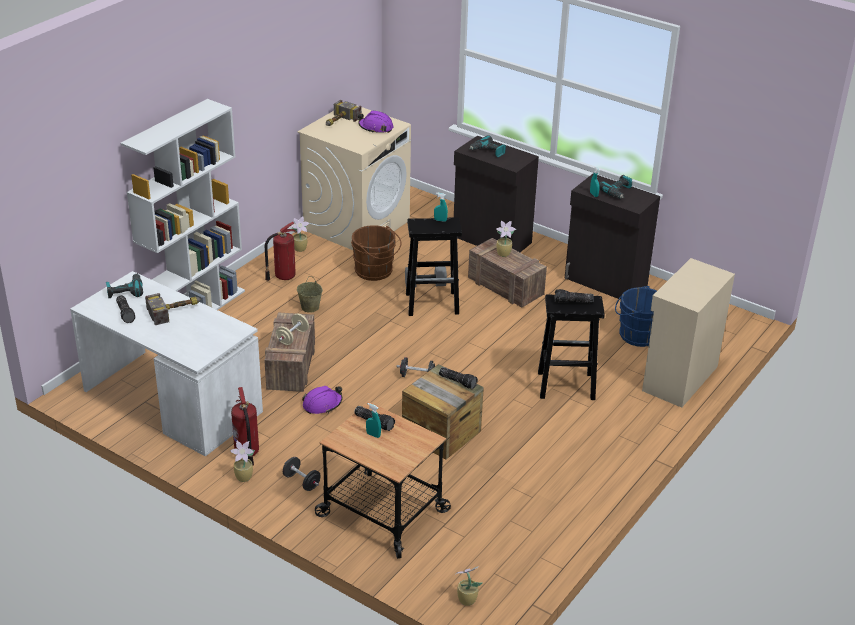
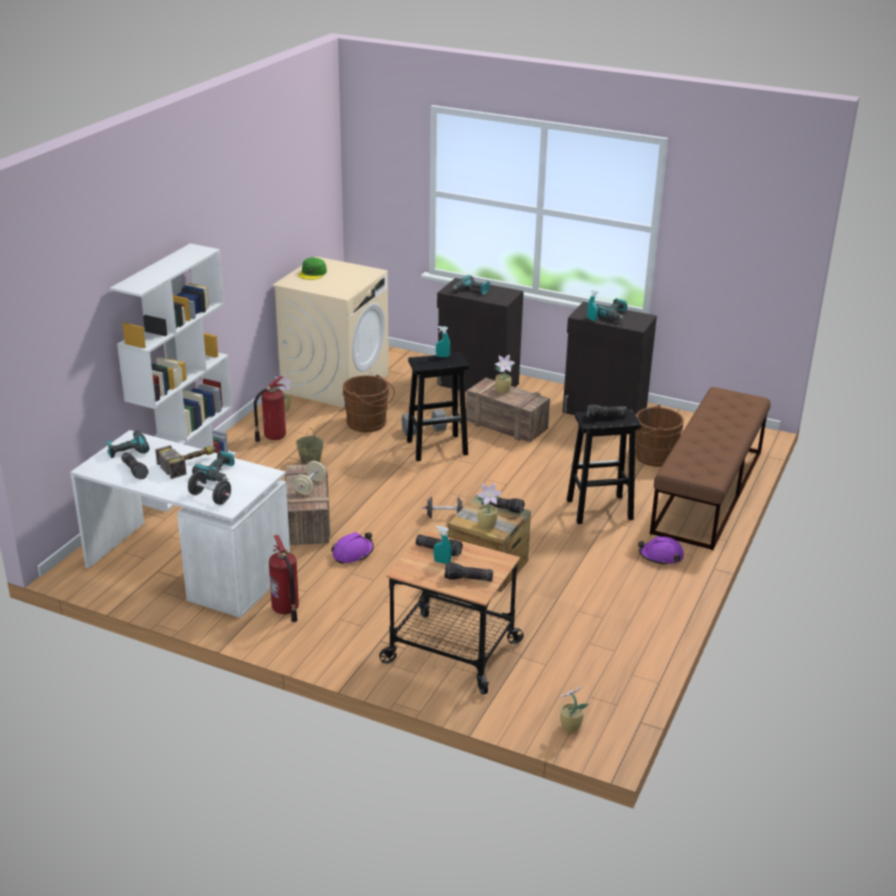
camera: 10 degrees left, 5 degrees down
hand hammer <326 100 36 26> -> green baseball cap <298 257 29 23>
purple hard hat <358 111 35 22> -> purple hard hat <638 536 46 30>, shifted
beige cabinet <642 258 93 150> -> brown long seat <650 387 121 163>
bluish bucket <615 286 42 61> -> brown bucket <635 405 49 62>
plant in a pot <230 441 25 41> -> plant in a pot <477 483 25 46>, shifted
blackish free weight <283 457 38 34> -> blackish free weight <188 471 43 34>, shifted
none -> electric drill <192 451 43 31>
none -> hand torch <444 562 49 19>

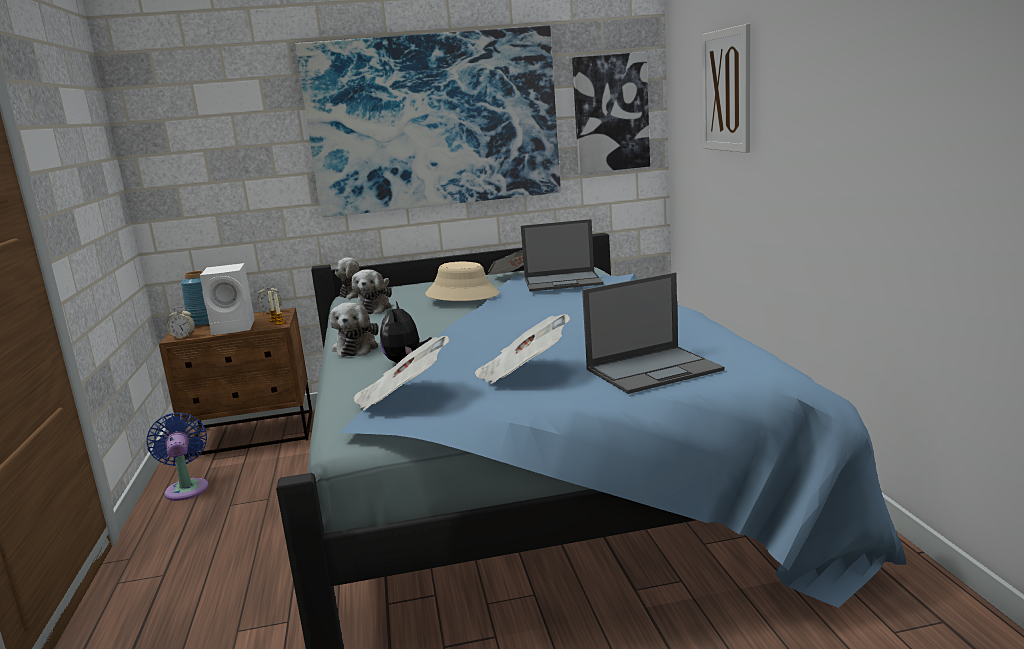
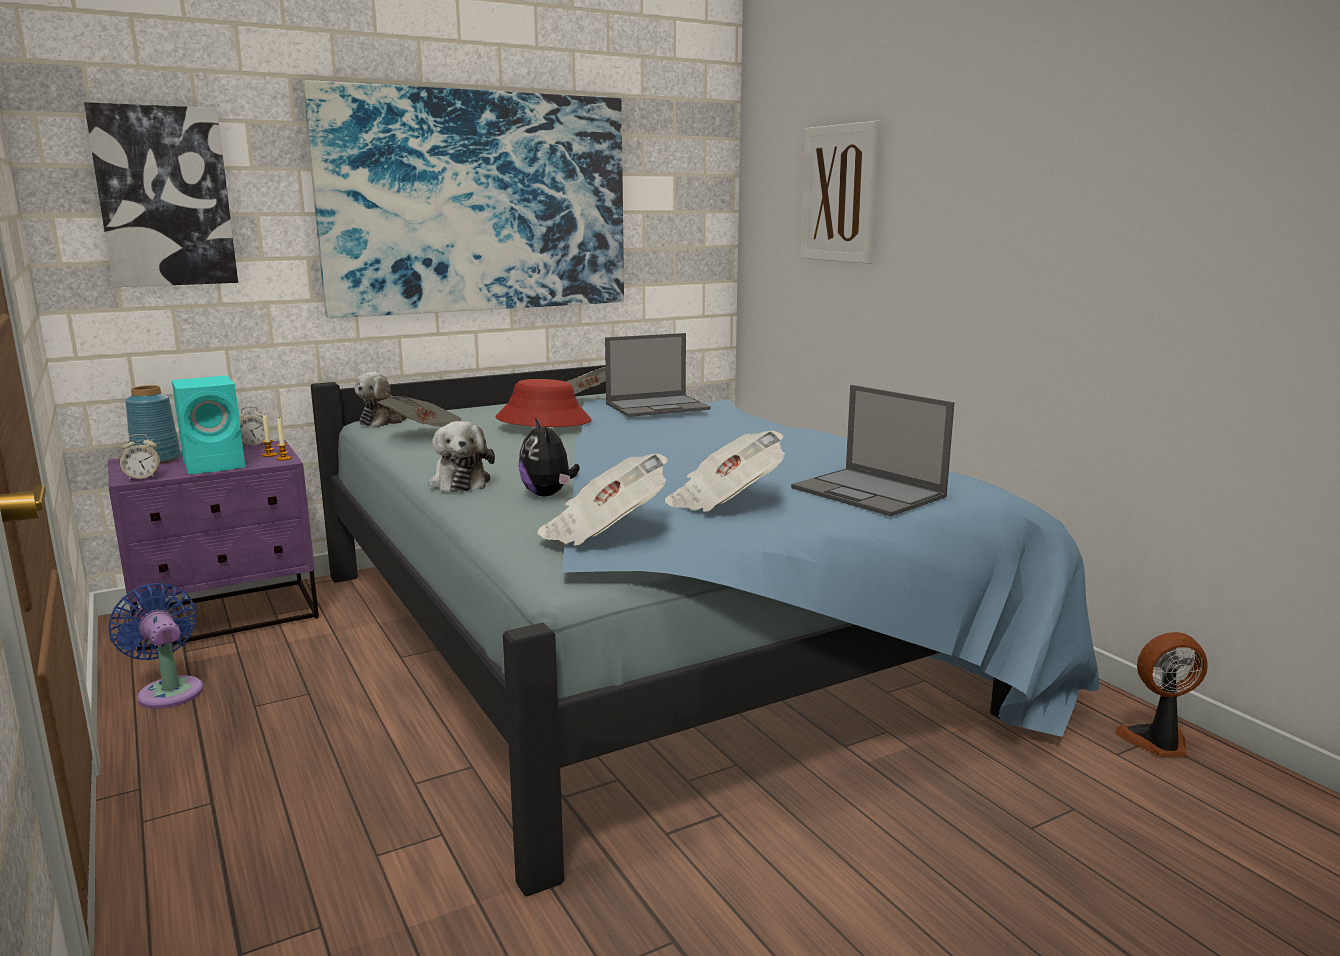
camera: 20 degrees left, 0 degrees up
wall art <572 52 78 122> -> wall art <84 102 154 185>, shifted
beige clothing hat <425 262 75 39> -> red-coloured clothing hat <496 379 95 48>
whitish loudspeaker <200 263 55 72> -> turquoise-coloured loudspeaker <172 376 73 98>
cuddly toy <351 269 41 45> -> printed paper <378 396 84 31>
portable computer <582 272 143 122> -> portable computer <791 385 164 131>, 90 degrees clockwise
brown nightstand <159 308 154 151> -> purple nightstand <108 440 211 213>
none -> cooling fan <1115 632 93 125>

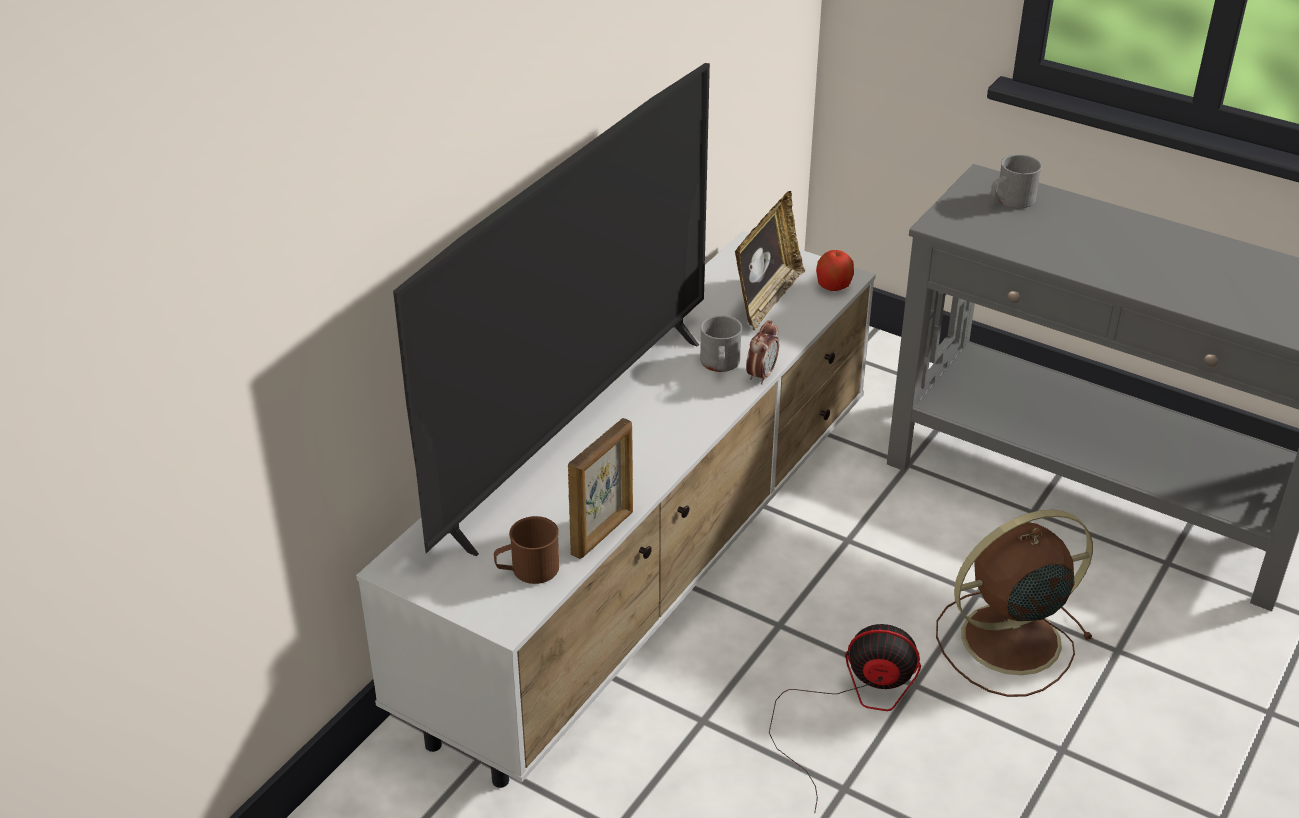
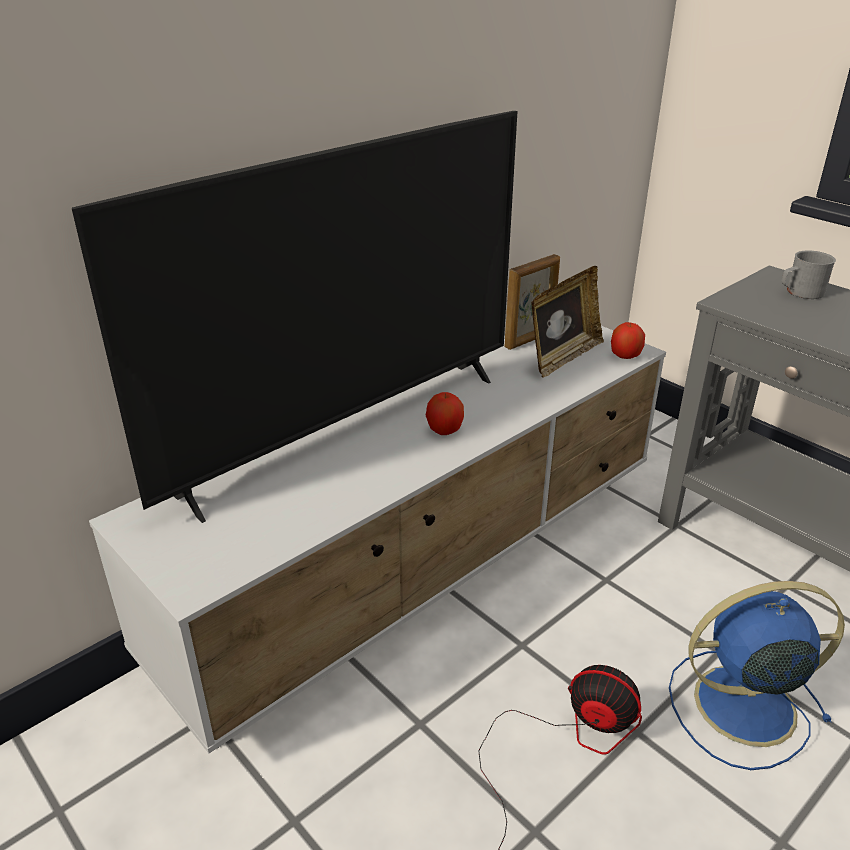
camera: 15 degrees right, 5 degrees down
grey tea mug <700 315 42 57> -> none
bedside clock <746 320 33 65> -> none
standing frame <568 418 65 141> -> standing frame <504 254 56 96>, shifted
brown cooling fan <936 510 157 187> -> bluish cooling fan <669 581 176 189>
brown tea mug <494 516 65 68> -> none
none -> apple <426 392 38 43>

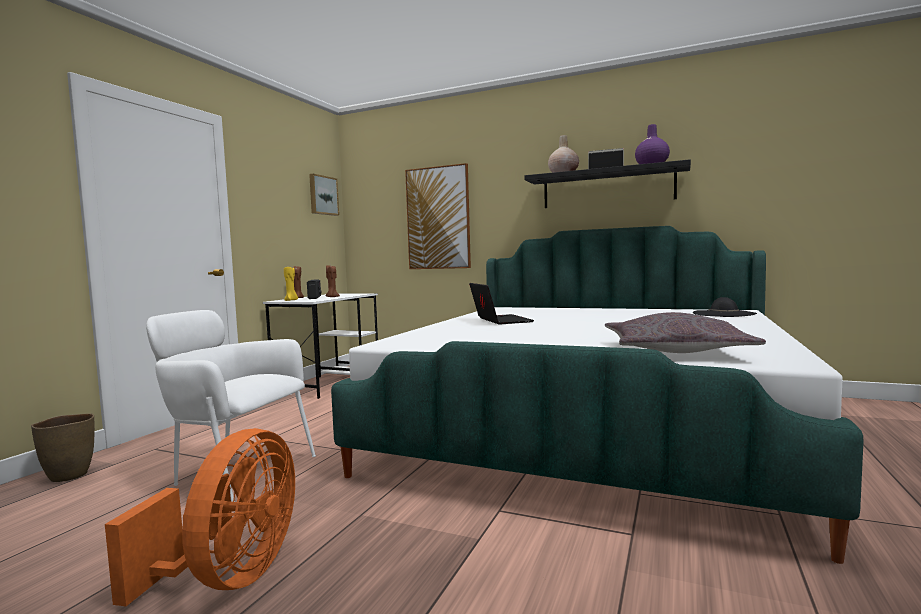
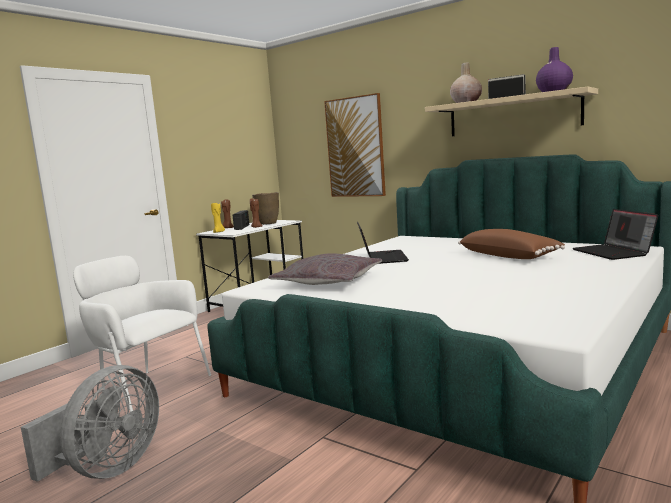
camera: 15 degrees right, 5 degrees up
blackish shelf <524 159 167 49> -> beige shelf <425 87 173 49>
wall art <309 174 30 42> -> none
blackish clothing hat <693 297 64 20> -> portable computer <573 209 85 51>
grey throw pillow <605 312 161 41> -> grey throw pillow <268 253 114 32>, shifted
brown flower vase <31 413 64 69> -> brown flower vase <252 192 27 33>, shifted
orangey cooling fan <105 428 190 178> -> grey cooling fan <21 365 138 117>
none -> brown throw pillow <458 229 107 30>

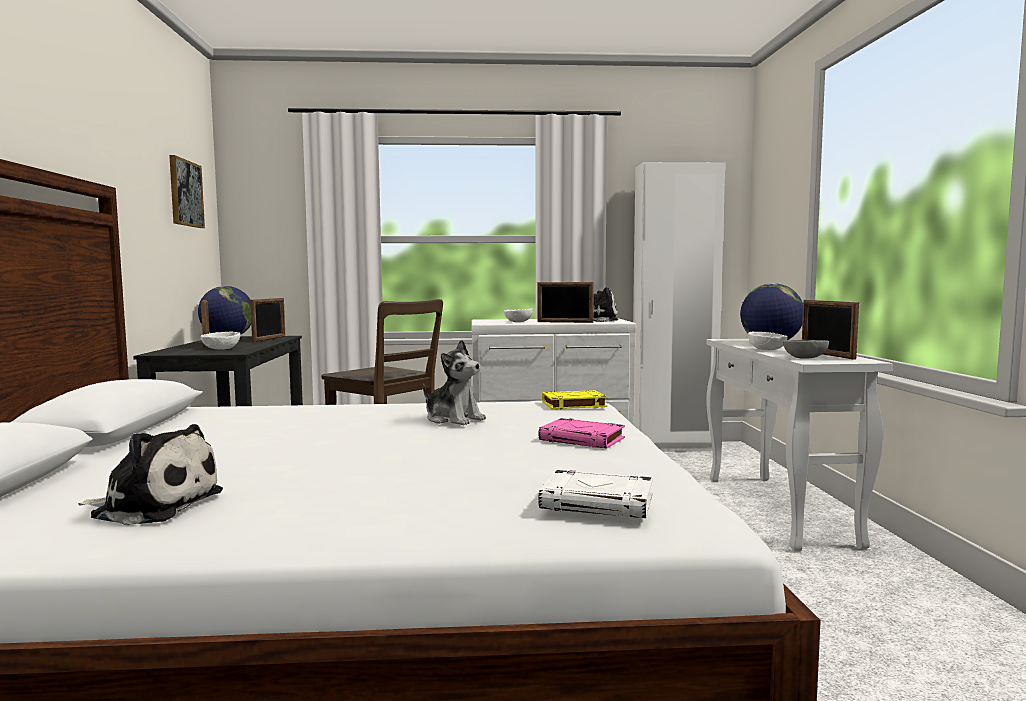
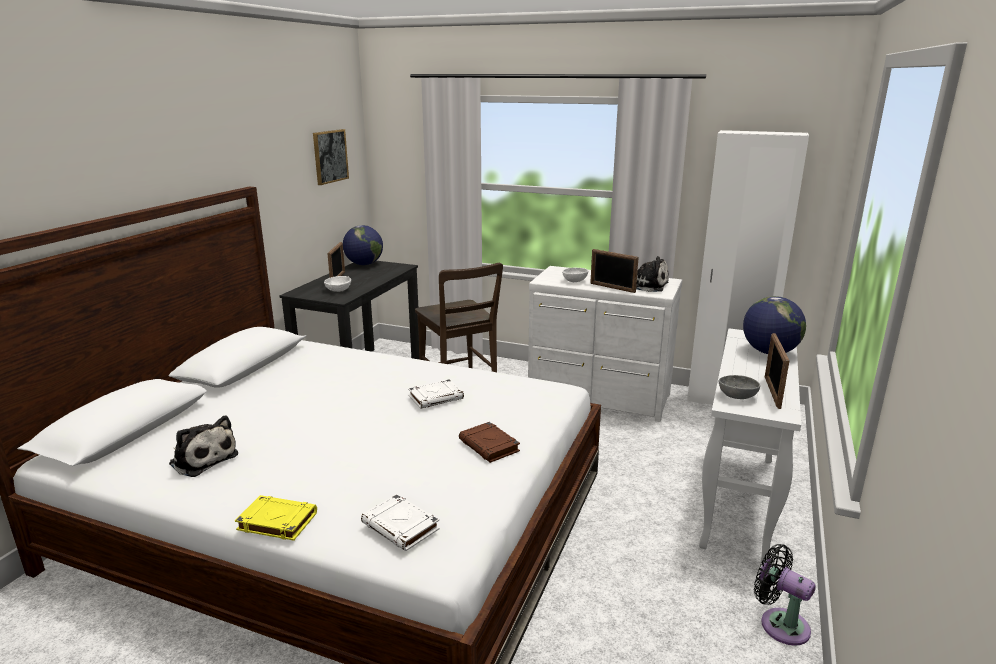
camera: 25 degrees right, 15 degrees up
standing frame <250 298 35 44> -> none
whitish serving bowl <748 332 40 18> -> none
cuddly toy <423 340 63 85> -> whitish volume <408 379 56 30>
yellow volume <542 390 65 19> -> yellow volume <235 495 82 46>, shifted
pink volume <538 418 87 30> -> brown volume <459 422 61 41>
none -> blackish cooling fan <754 544 62 102>

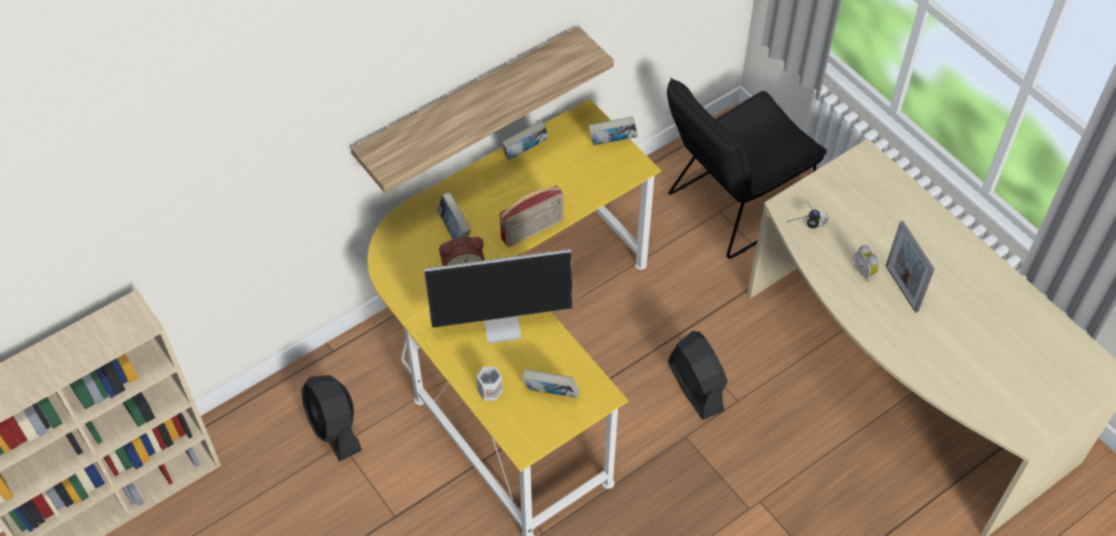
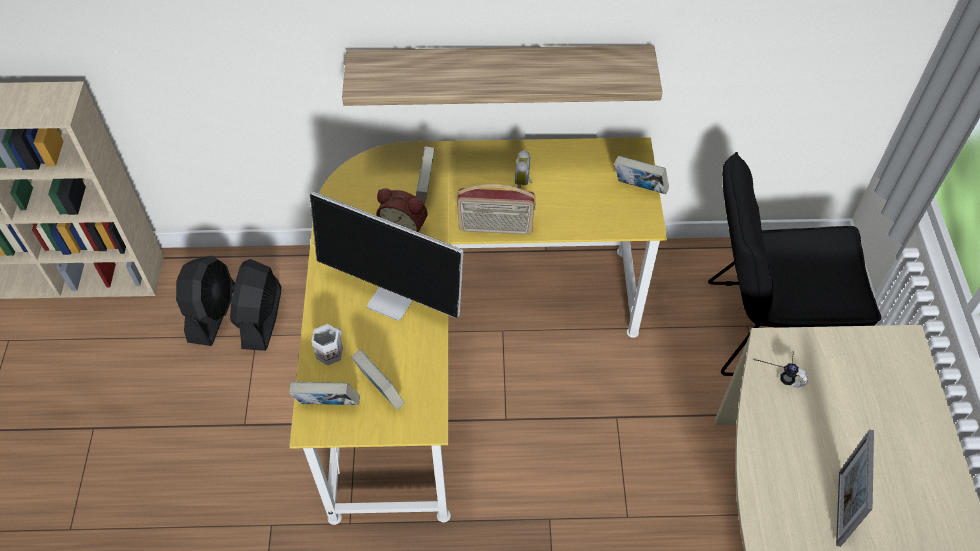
camera: 35 degrees right, 0 degrees up
volume <501 120 47 40> -> volume <289 382 71 23>, shifted
bedside clock <854 245 25 37> -> bedside clock <515 150 17 39>, shifted
blackish cooling fan <668 331 60 89> -> blackish cooling fan <176 255 59 91>, shifted

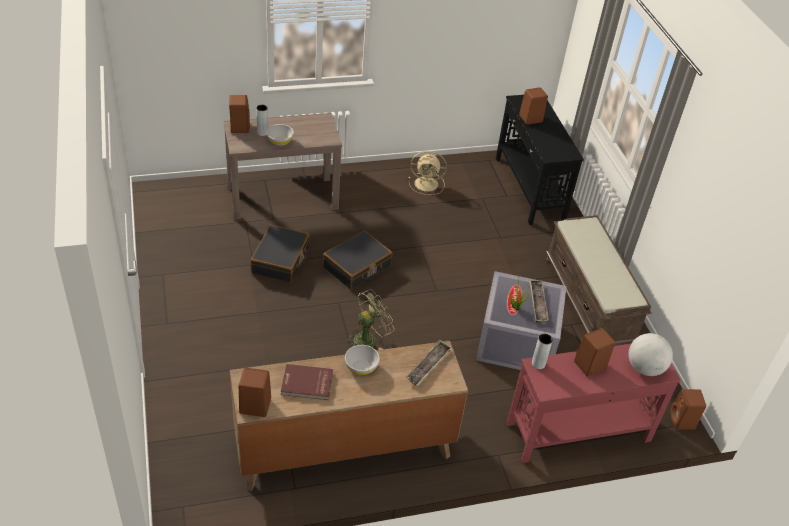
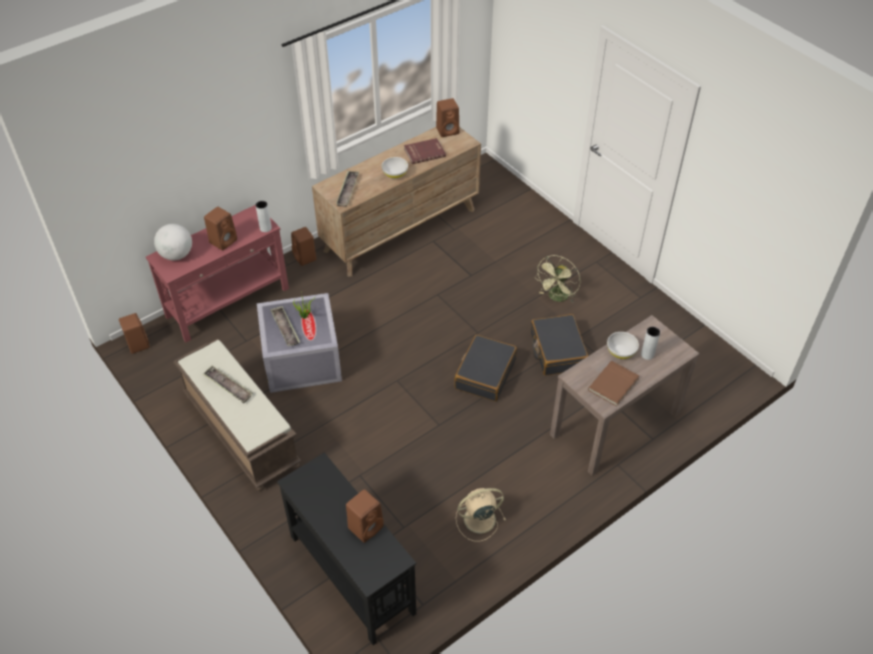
camera: 160 degrees right, 5 degrees up
brown loudspeaker <229 95 21 38> -> brown loudspeaker <291 227 26 39>, shifted
green cooling fan <346 289 48 61> -> green cooling fan <535 255 46 48>, shifted
none -> brown volume <588 361 51 46>
none -> tray <202 366 51 37>

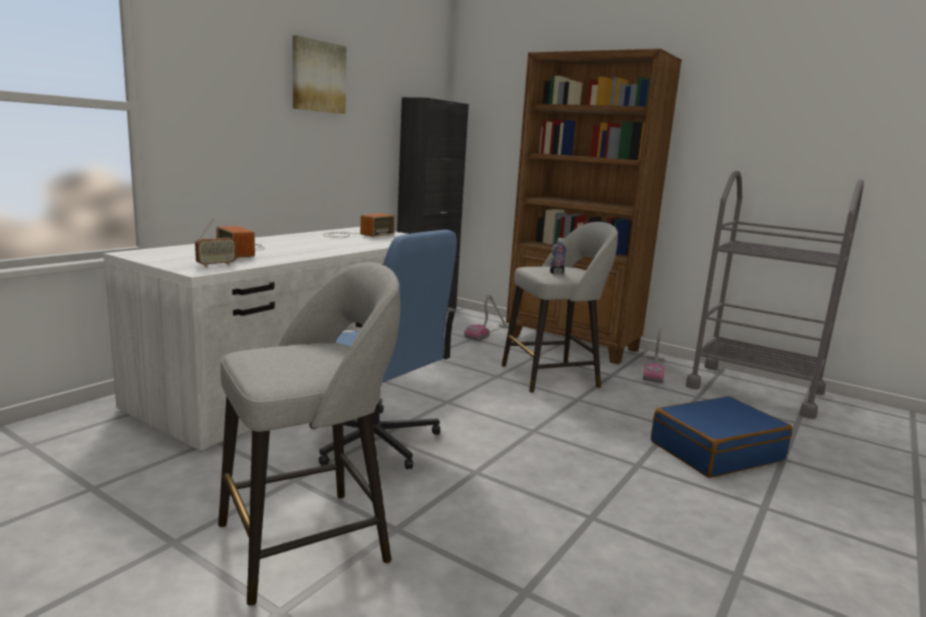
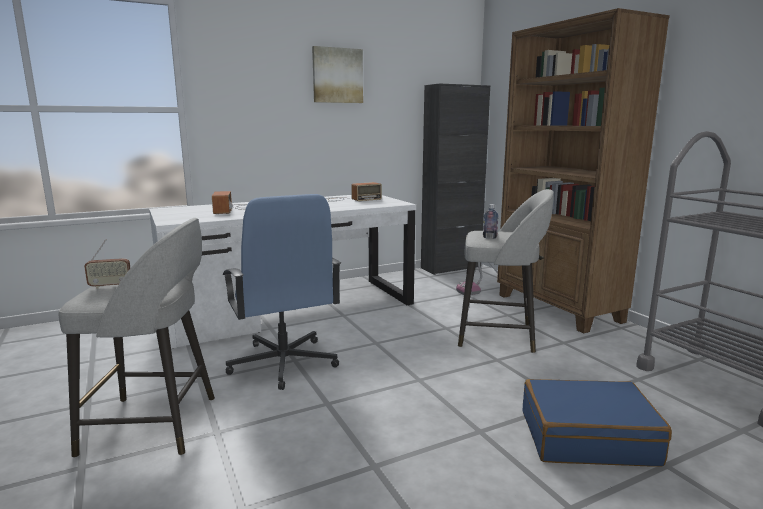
camera: 30 degrees right, 0 degrees up
radio set <195 218 41 49> -> radio set <84 239 46 50>, shifted
hoover <643 327 22 56> -> none

